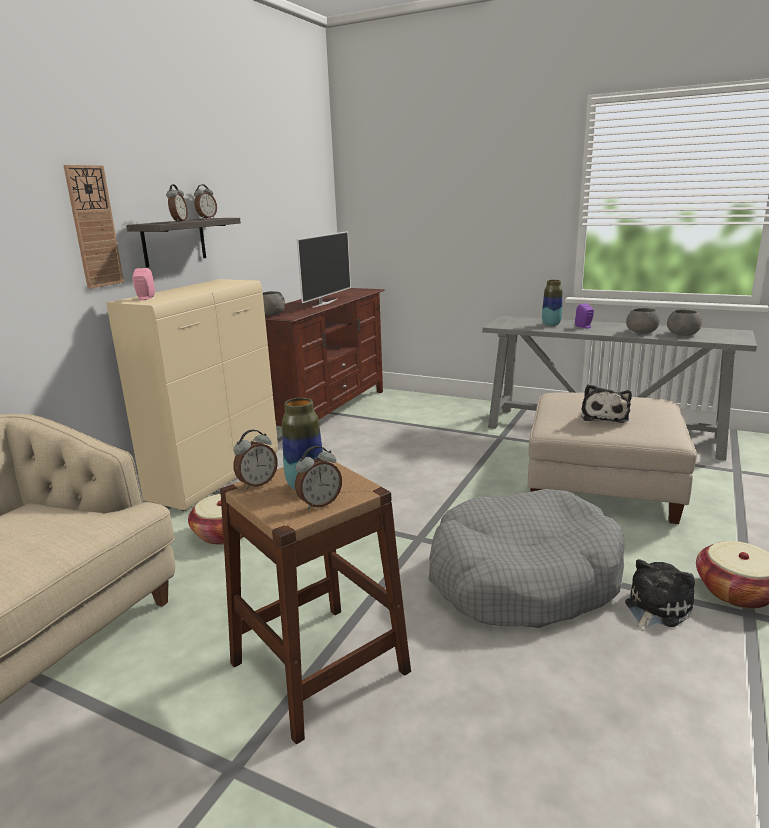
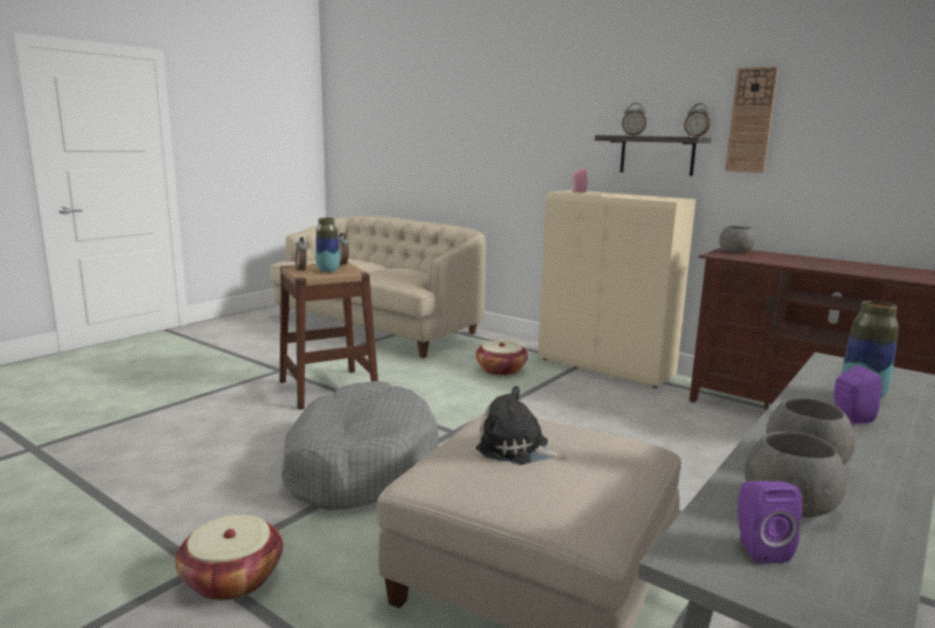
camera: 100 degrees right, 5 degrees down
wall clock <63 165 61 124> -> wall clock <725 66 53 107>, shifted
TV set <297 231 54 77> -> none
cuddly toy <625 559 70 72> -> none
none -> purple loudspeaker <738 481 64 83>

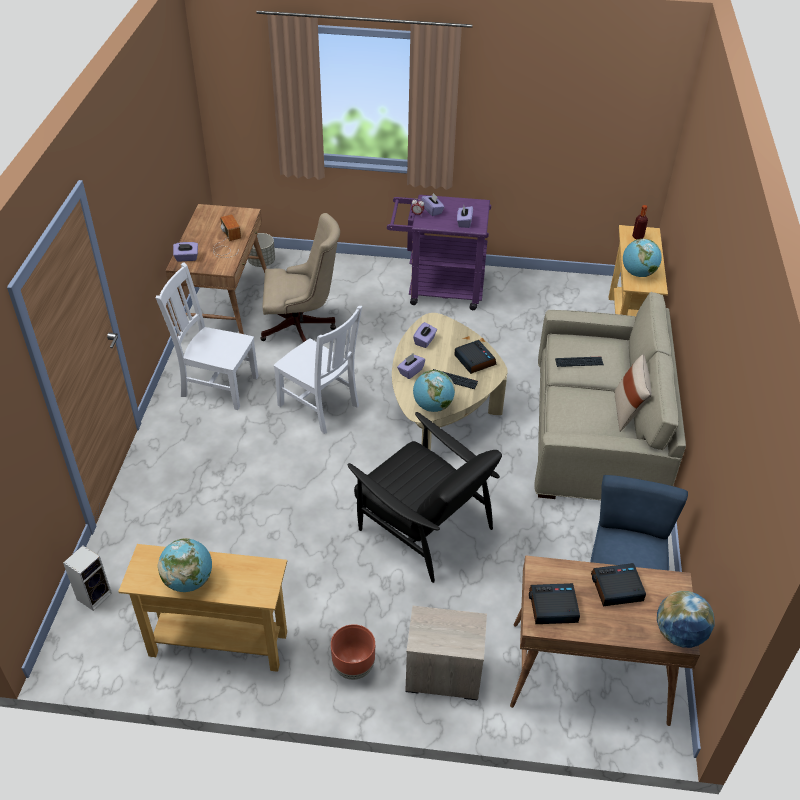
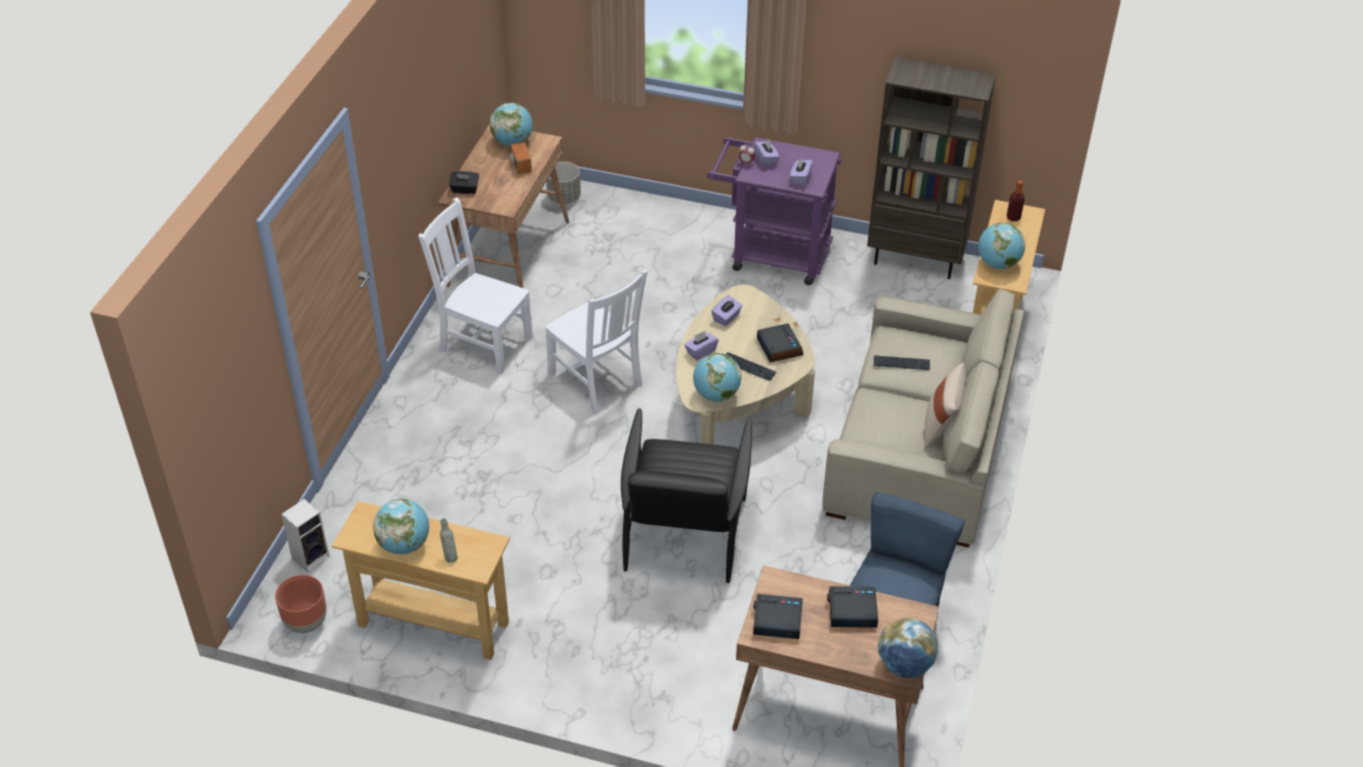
camera: 10 degrees right, 0 degrees up
beige computer chair <260 213 80 129> -> none
purple tissue holder <173 242 25 20> -> blackish tissue holder <449 171 30 23>
blackish easy chair <348 412 154 171> -> blackish easy chair <621 408 131 175>, 45 degrees clockwise
nightstand <405 605 82 95> -> none
brown planter <331 624 44 56> -> brown planter <275 575 52 58>, shifted
none -> brown bookshelf <867 56 129 223>
none -> desk globe <490 103 43 43>
none -> grey drink bottle <440 518 17 45>

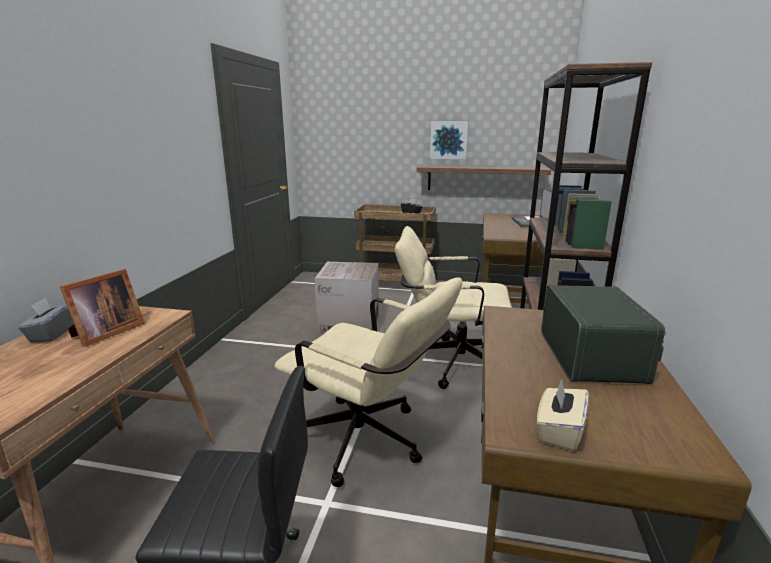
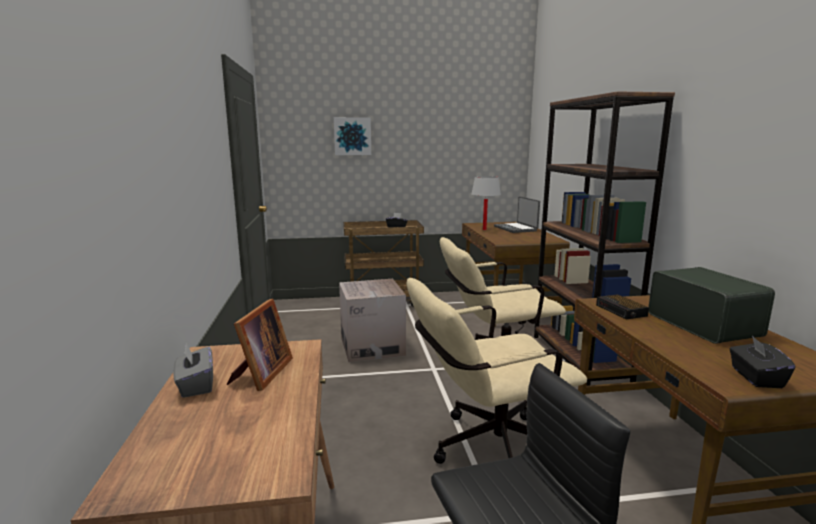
camera: 20 degrees left, 5 degrees down
wall art <430 121 38 38> -> wall art <334 117 37 38>, shifted
shelf <417 165 134 25> -> none
beige computer chair <275 277 187 210> -> beige computer chair <407 278 180 186>, 150 degrees clockwise
beige tissue holder <537 379 52 72> -> blackish tissue holder <730 336 66 52>
none -> whitish lamp for a table <471 176 30 54>
none -> bedside clock <596 294 53 26>

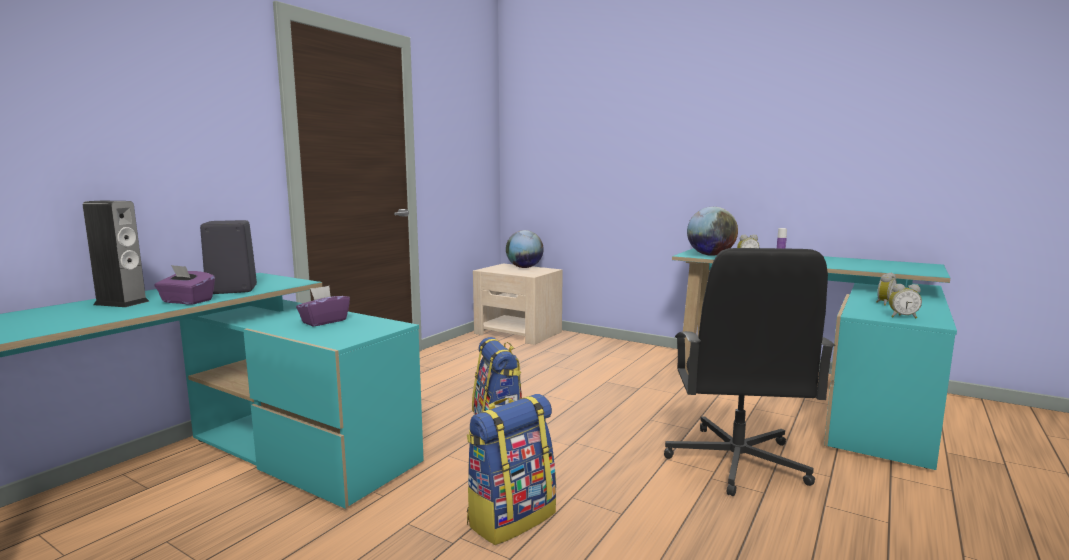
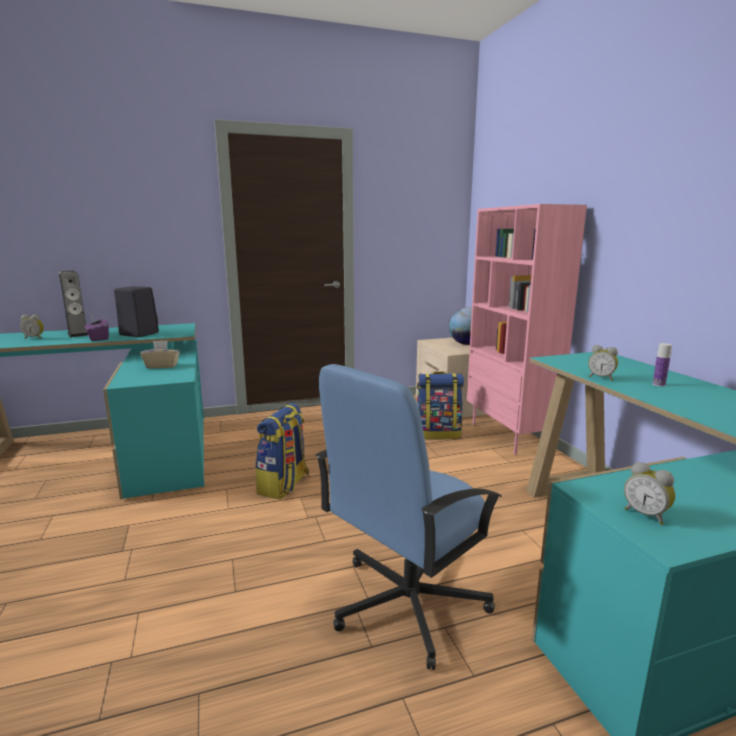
camera: 40 degrees right, 5 degrees up
desk globe <687 207 51 49> -> none
blackish computer chair <664 248 171 248> -> bluish computer chair <315 364 187 306>
bedside clock <876 273 21 33> -> bedside clock <20 315 24 24>, shifted
purple tissue holder <296 286 54 40> -> beige tissue holder <140 340 40 29>
rucksack <467 394 89 151> -> rucksack <416 372 48 68>, shifted
none -> pink bookshelf <467 204 120 251>

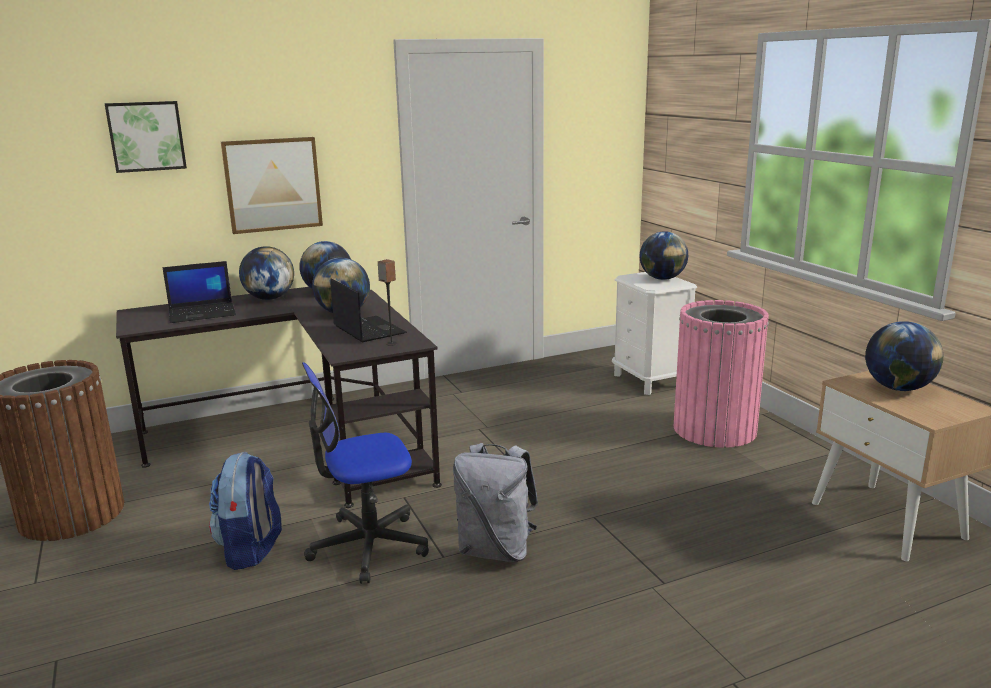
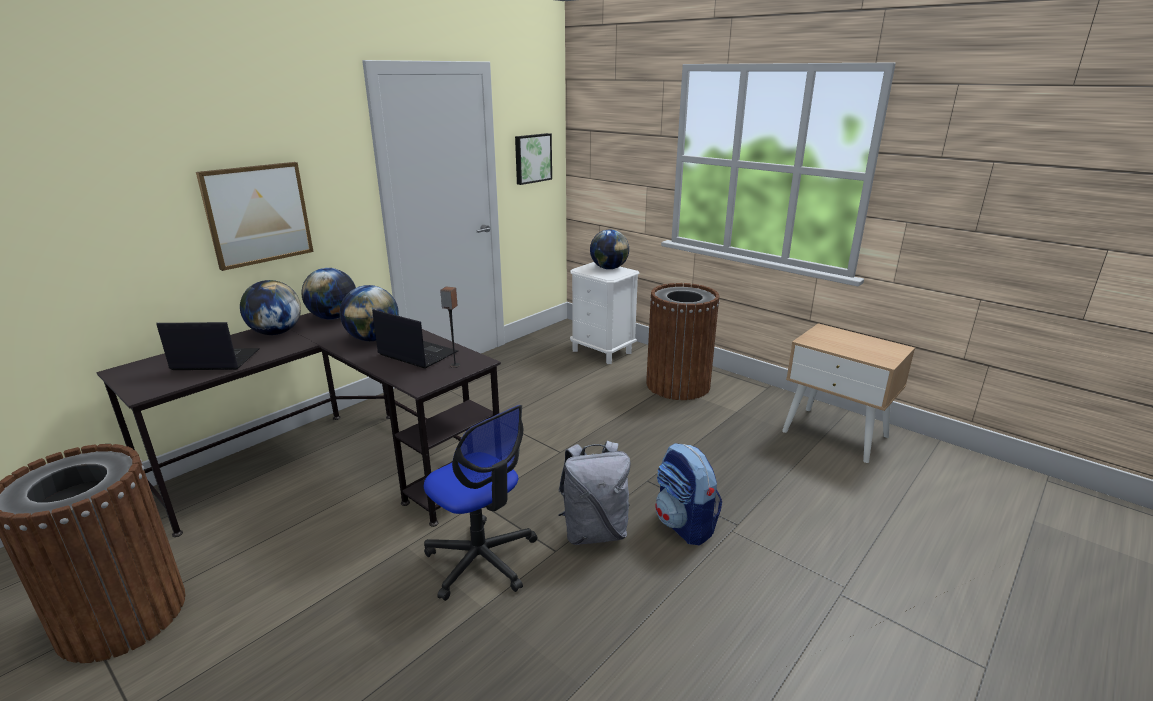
camera: 25 degrees left, 5 degrees up
wall art <105 101 82 72> -> wall art <515 133 37 52>, shifted
portable computer <162 261 74 62> -> portable computer <156 322 104 48>, 135 degrees counterclockwise
pink rubbish bin <674 300 95 148> -> brown rubbish bin <646 283 74 117>
desk globe <865 321 78 70> -> none
computer chair <302 362 127 222> -> computer chair <424 405 113 196>, 90 degrees counterclockwise
rucksack <209 452 73 118> -> rucksack <655 443 67 102>, shifted

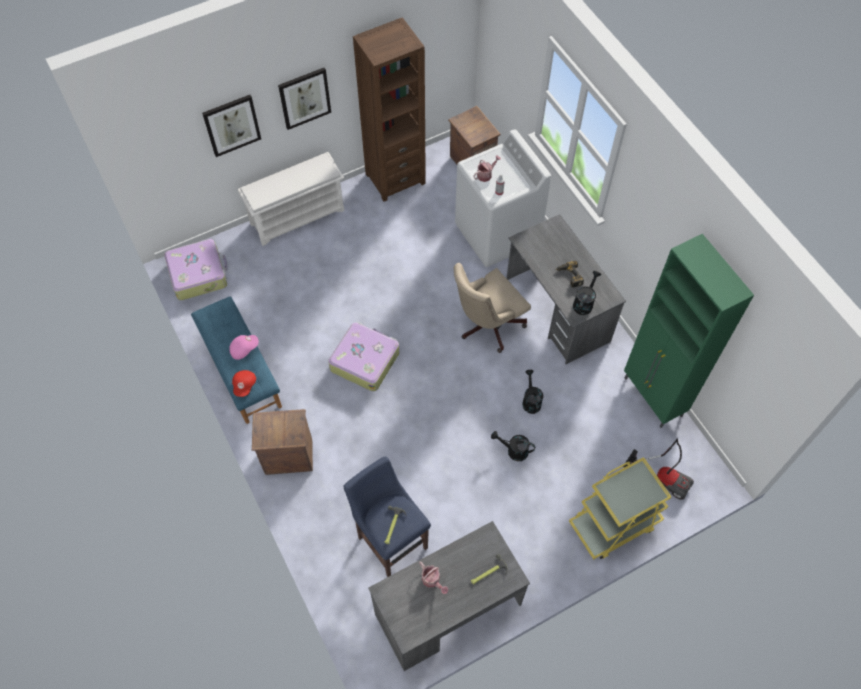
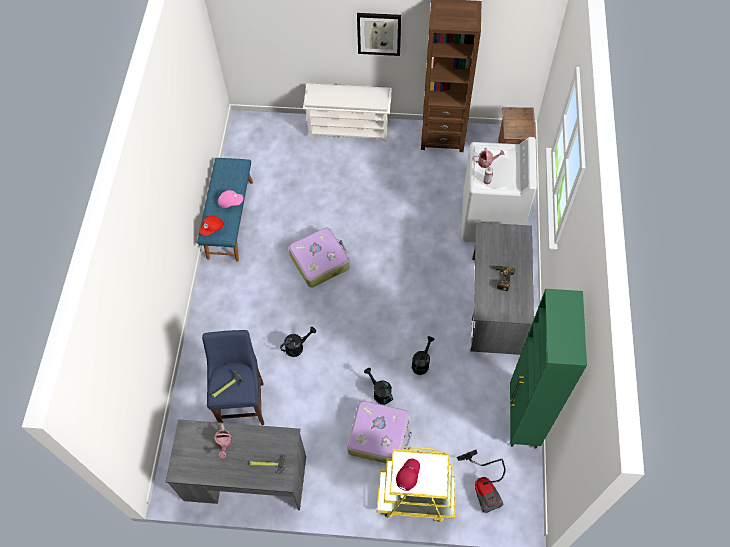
camera: 35 degrees right, 0 degrees up
wall art <202 95 59 62> -> none
suitcase <164 239 64 61> -> suitcase <347 400 65 63>, shifted
beige computer chair <454 263 77 90> -> none
blackish watering can <573 271 28 44> -> blackish watering can <280 327 36 30>, shifted
crate <252 409 61 66> -> none
none -> red-coloured baseball cap <396 458 24 33>

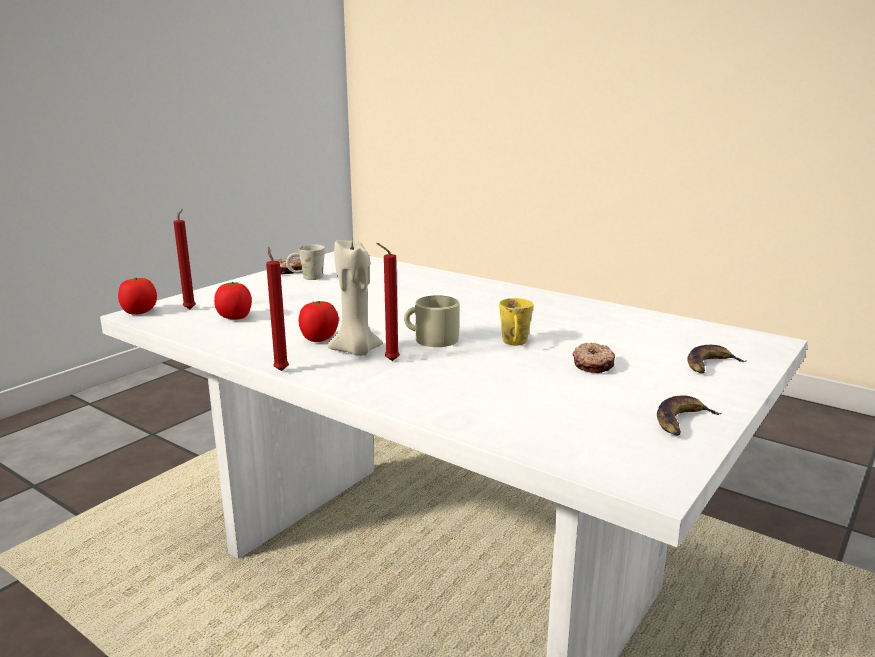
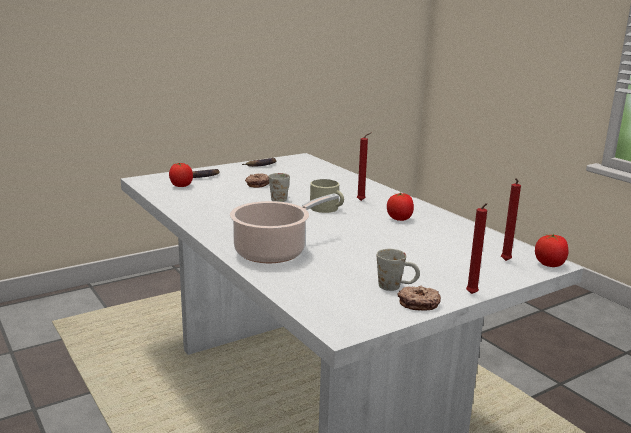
camera: 160 degrees left, 0 degrees up
beige candle <328 240 55 116> -> none
red-coloured candle <266 247 23 124> -> red-coloured candle <466 203 21 91>, shifted
fresh tomato <214 282 38 38> -> fresh tomato <169 163 24 24>, shifted
yellow tea mug <499 298 35 47> -> whitish tea mug <269 173 21 29>
none -> cooking pot <230 193 109 70>

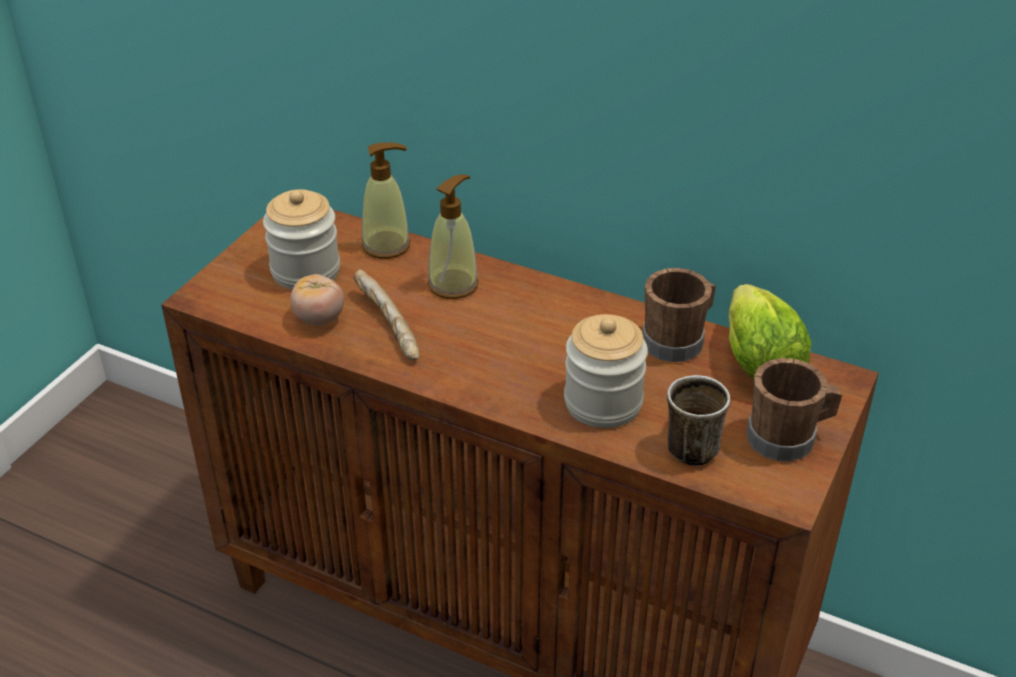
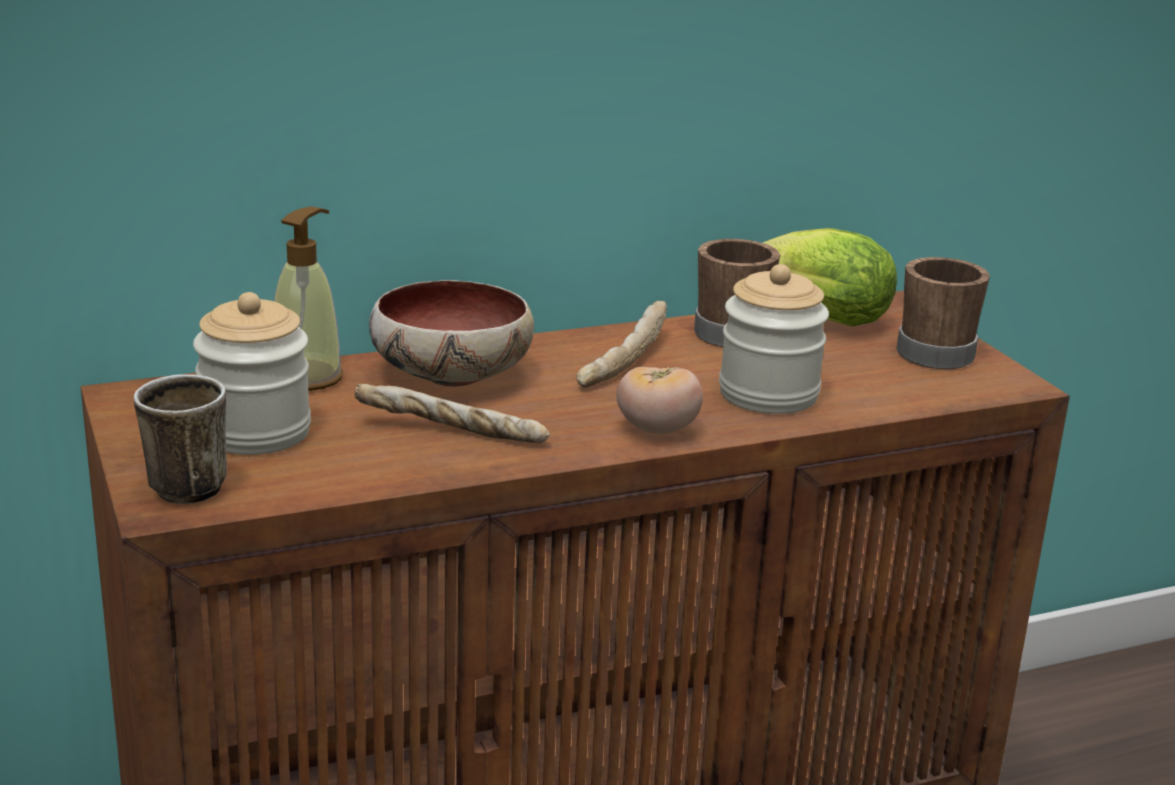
camera: 50 degrees left, 15 degrees down
liquid soap bottle <428 174 51 125> -> serving bowl <369 280 165 107>
fresh tomato <290 274 54 52> -> fresh tomato <616 367 87 67>, shifted
tea mug <667 375 63 91> -> tea mug <134 375 93 129>, shifted
none -> bread <576 301 91 86>

